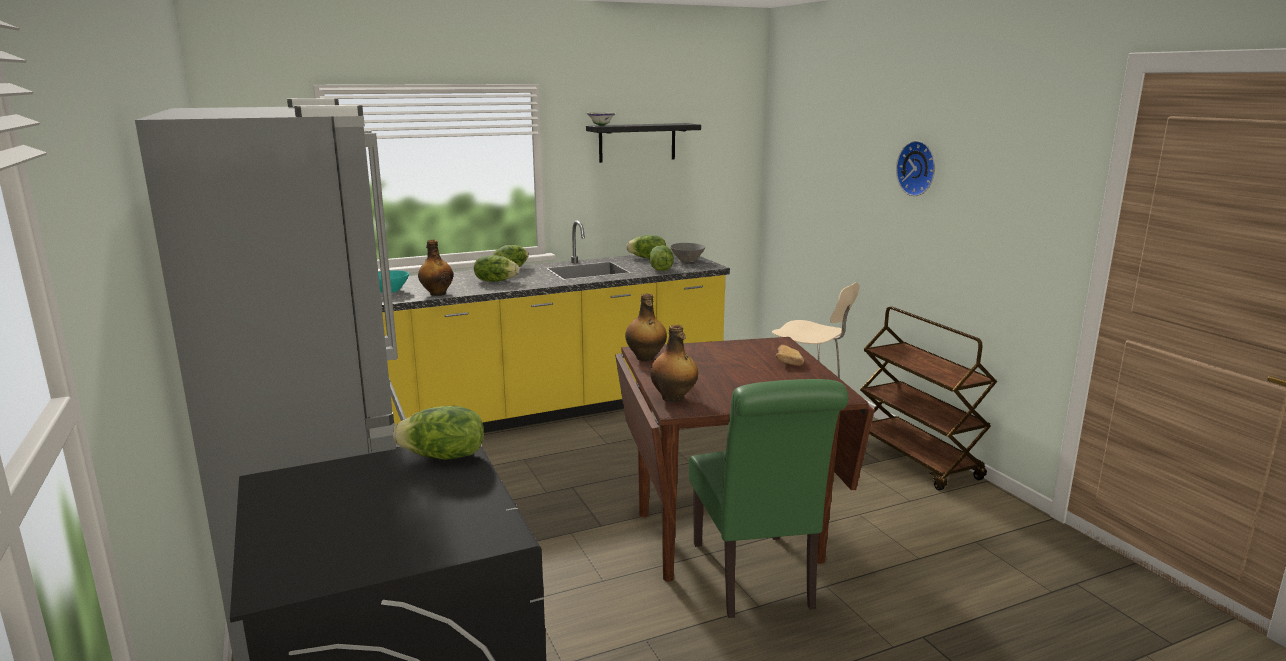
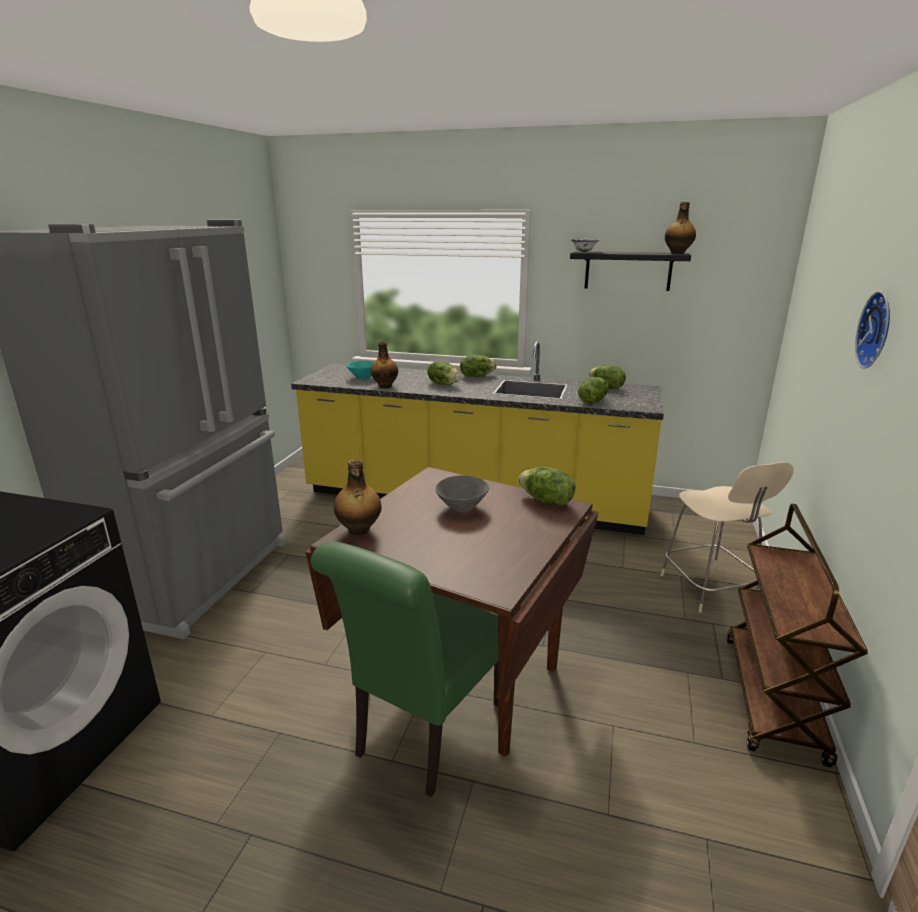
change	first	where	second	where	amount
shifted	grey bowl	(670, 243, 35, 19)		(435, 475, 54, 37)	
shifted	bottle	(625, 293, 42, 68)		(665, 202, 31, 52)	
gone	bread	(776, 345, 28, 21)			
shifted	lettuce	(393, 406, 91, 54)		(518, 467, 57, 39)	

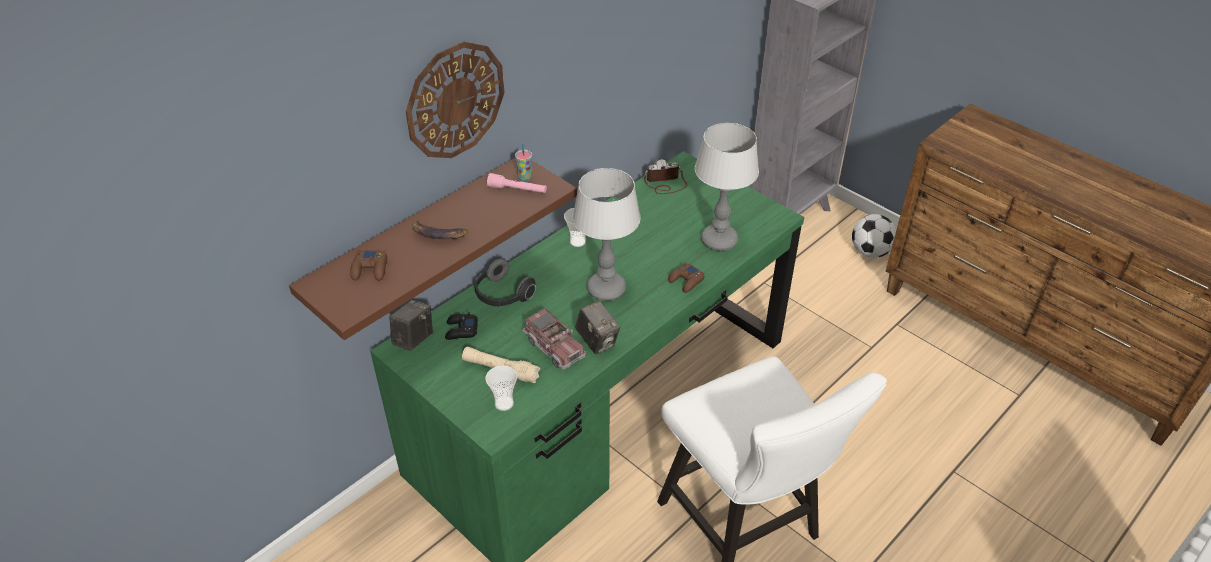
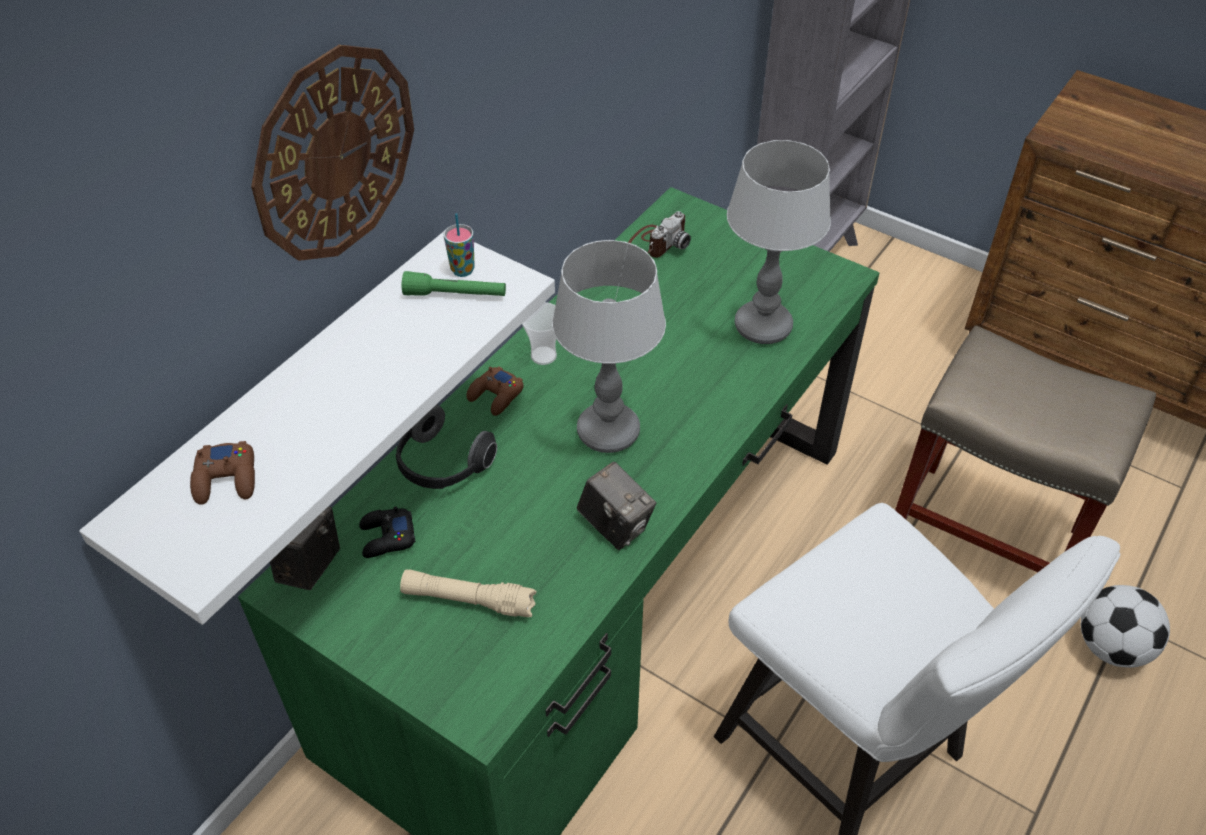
change	first	where	second	where	amount
repainted	brown shelf	(289, 158, 288, 182)	white shelf	(79, 231, 476, 394)	
rotated	photo camera	(644, 160, 44, 34)		(628, 211, 63, 47)	150 degrees clockwise
repainted	pink flashlight	(487, 173, 60, 20)	green flashlight	(402, 271, 104, 25)	
shifted	football	(852, 214, 44, 44)		(1081, 585, 89, 83)	
gone	banana	(412, 219, 56, 20)			
shifted	brown game controller	(668, 263, 37, 30)		(466, 366, 58, 50)	
gone	toy truck	(522, 308, 64, 61)			
gone	cup	(486, 365, 31, 46)			
new			beige stool	(895, 326, 261, 246)	

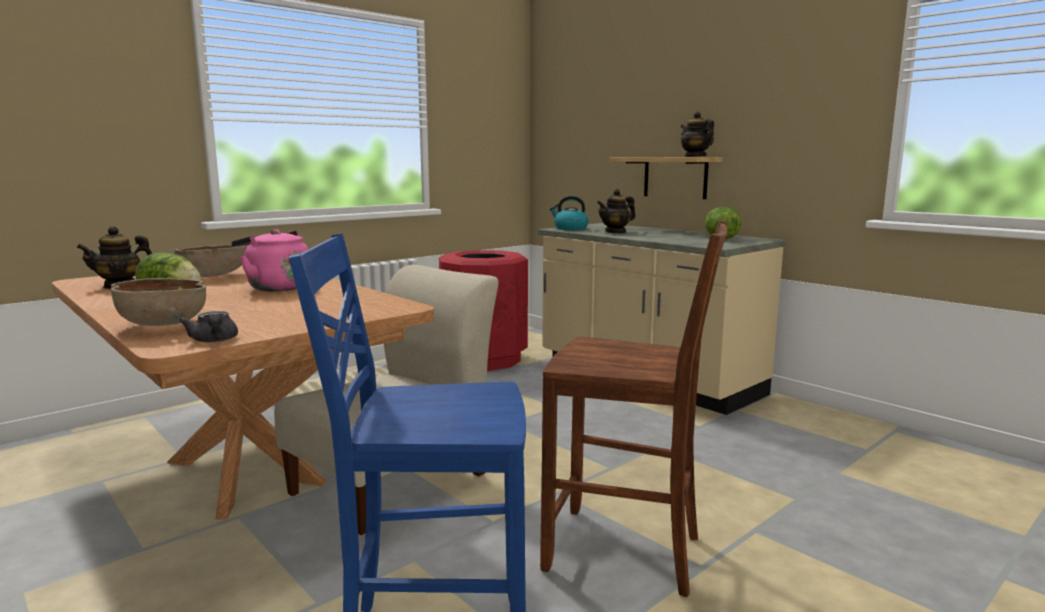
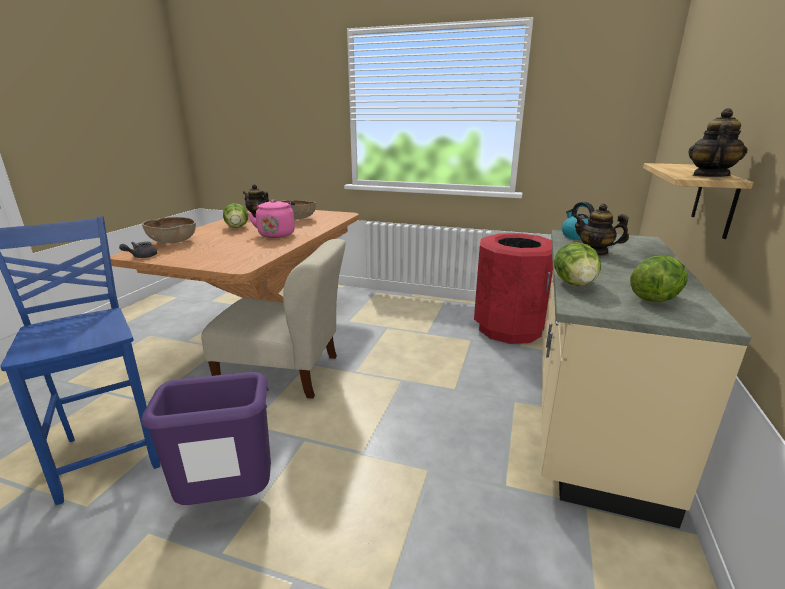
change	first	where	second	where	amount
swapped	brown chair	(540, 221, 187, 376)	purple trash can	(141, 372, 130, 133)	
new			lettuce	(554, 242, 47, 44)	

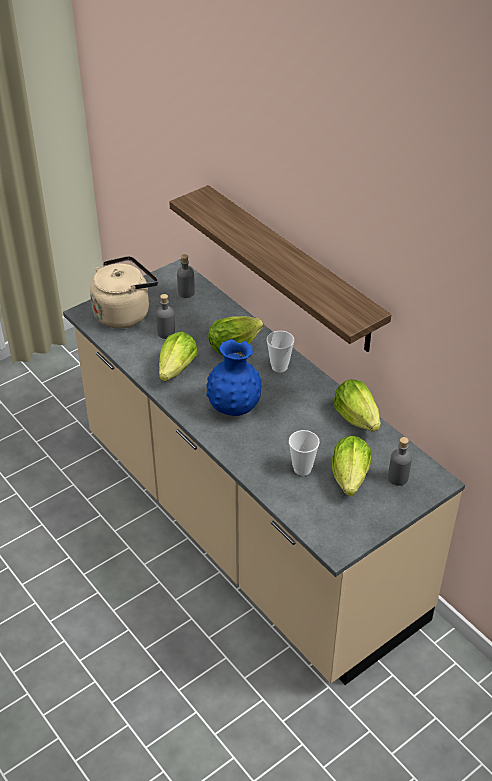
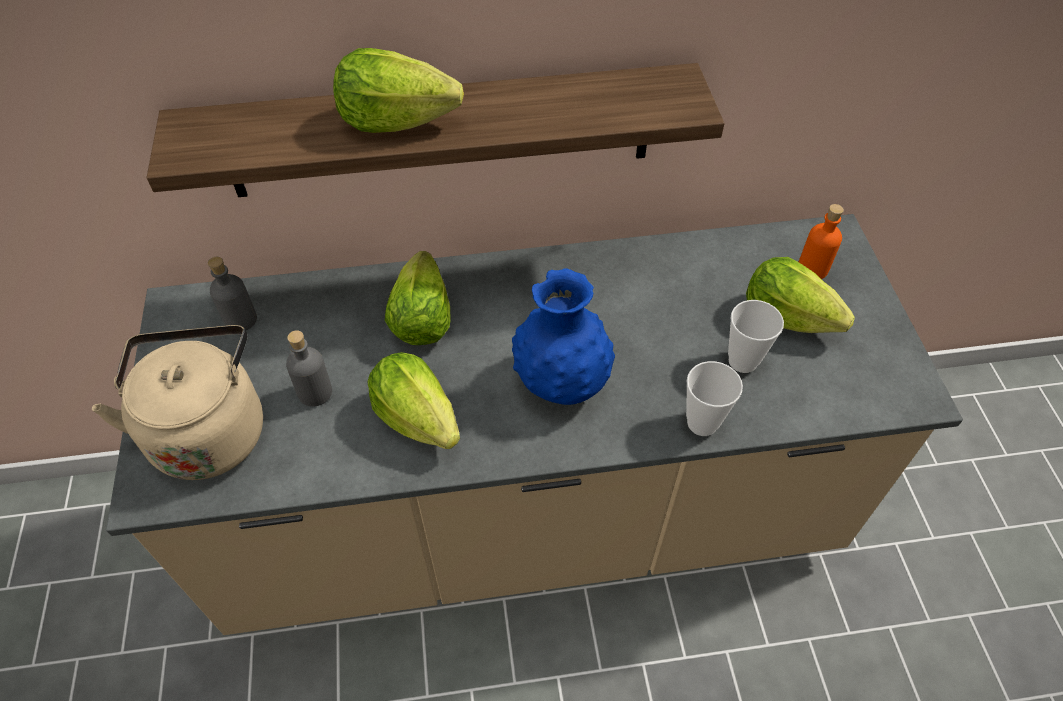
change	first	where	second	where	amount
shifted	cup	(267, 331, 27, 42)		(686, 361, 57, 75)	
shifted	lettuce	(334, 379, 47, 53)		(333, 48, 131, 85)	
repainted	grey bottle	(388, 437, 24, 49)	orange bottle	(799, 204, 45, 75)	

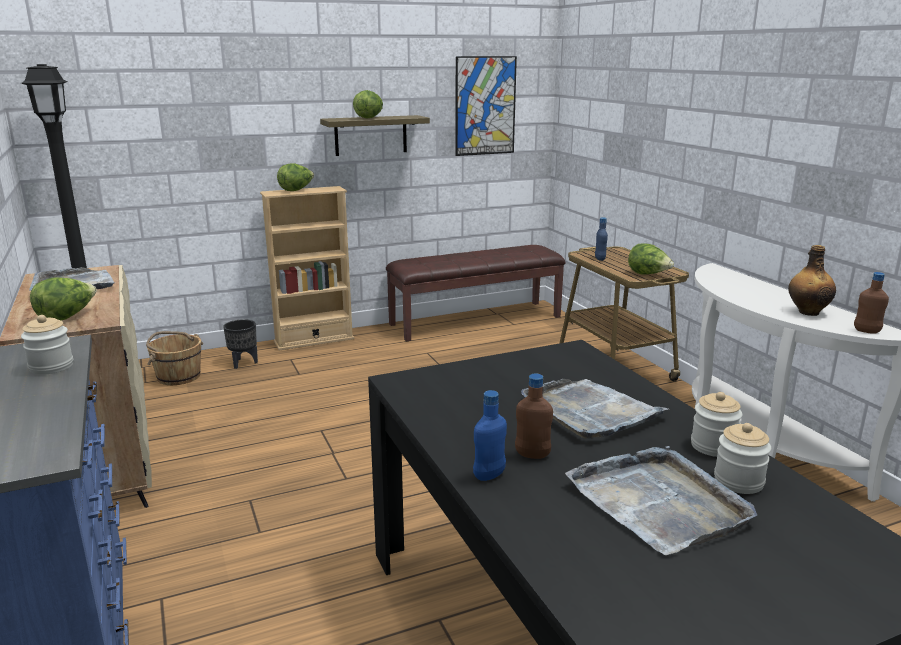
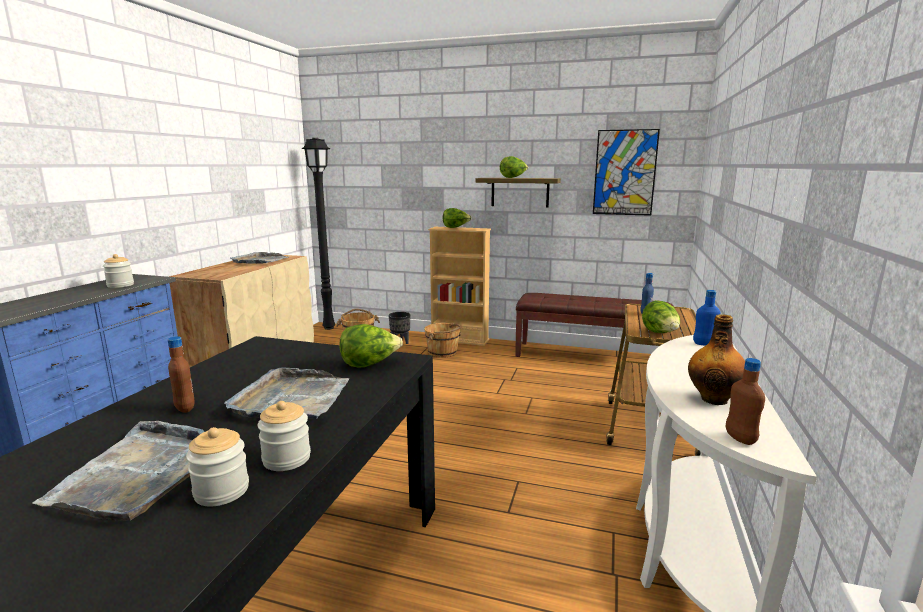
change	first	where	second	where	amount
shifted	lettuce	(30, 277, 67, 43)		(340, 324, 63, 44)	
shifted	blue bottle	(473, 390, 34, 91)		(693, 290, 28, 55)	
new			brown bucket	(424, 323, 37, 35)	

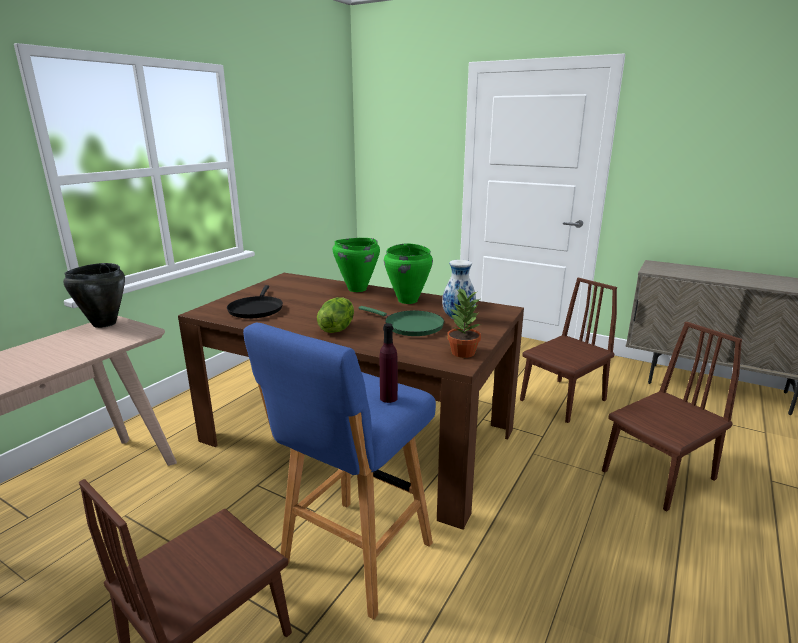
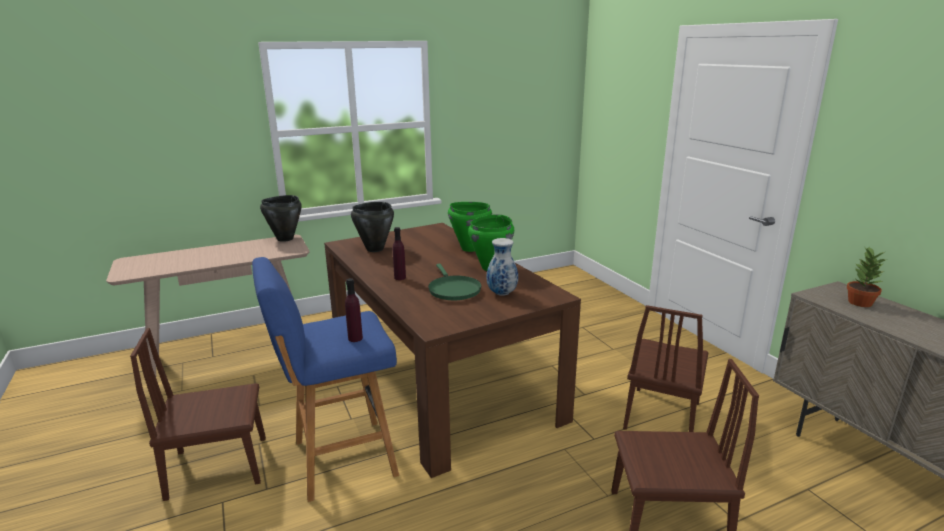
change	first	where	second	where	amount
rotated	brown chair	(520, 277, 97, 146)		(623, 305, 86, 127)	120 degrees clockwise
swapped	black frying pan	(227, 285, 56, 34)	black cooking pot	(351, 202, 43, 50)	
shifted	potted plant	(447, 288, 34, 70)		(847, 247, 41, 60)	
swapped	lettuce	(317, 297, 37, 36)	purple bottle	(393, 227, 13, 53)	

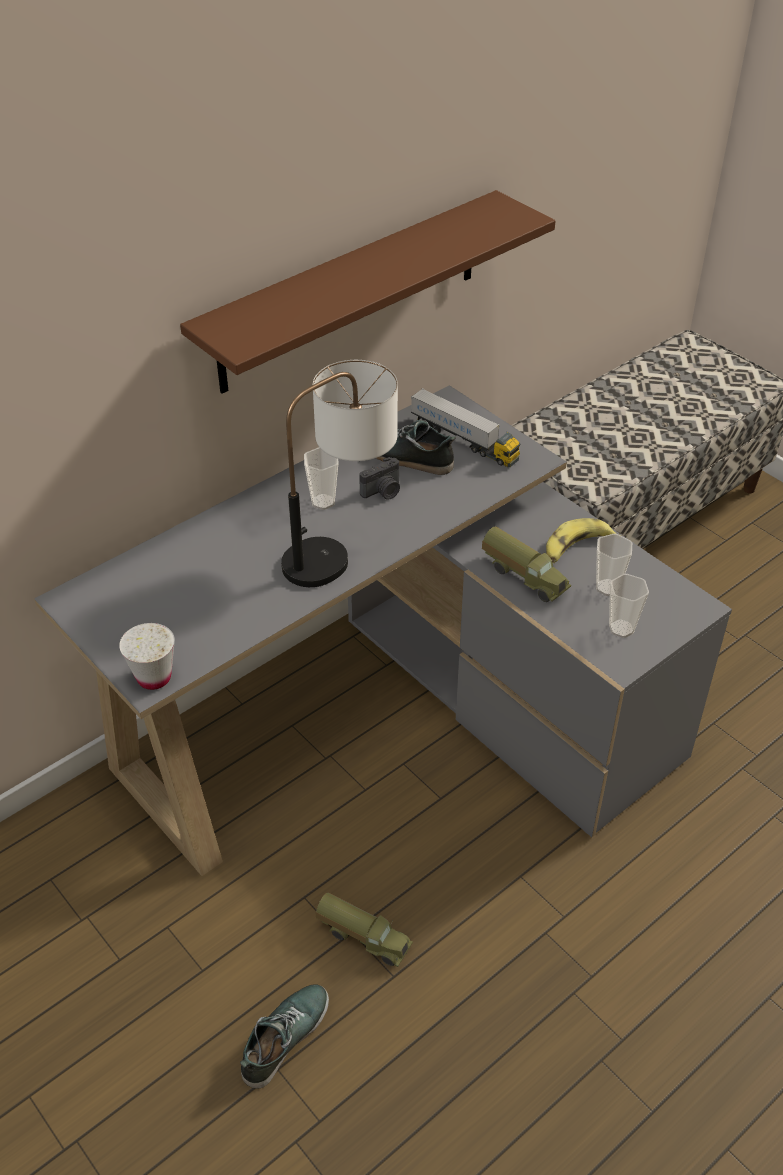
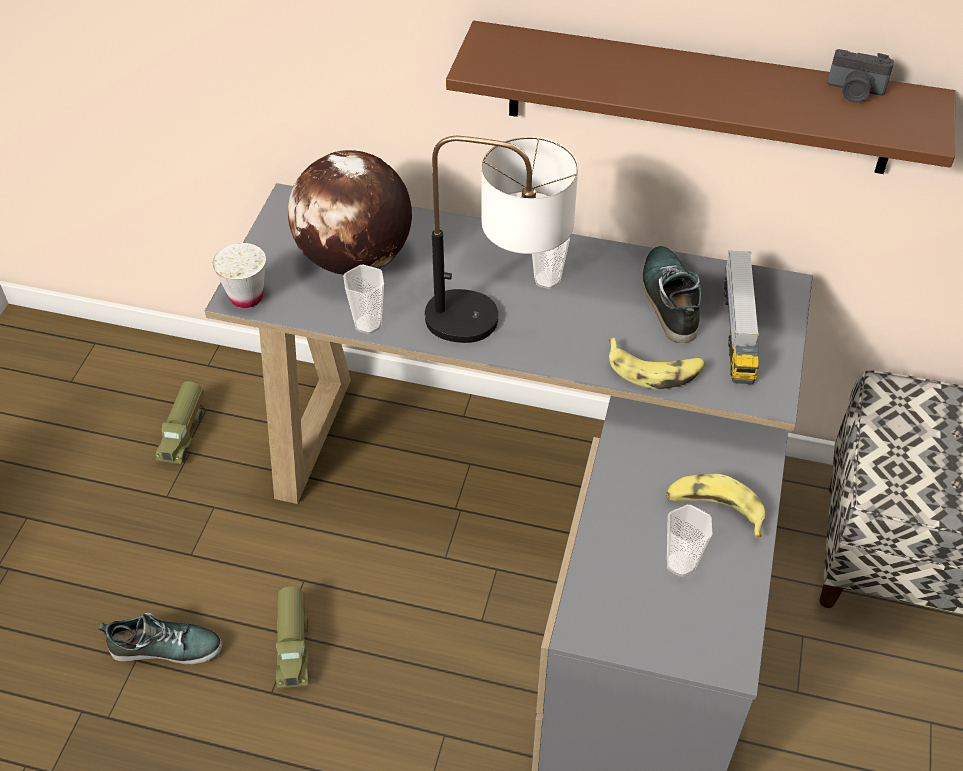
change	first	where	second	where	amount
shifted	photo camera	(359, 457, 41, 43)		(827, 49, 67, 53)	
shifted	toy truck	(482, 526, 89, 76)		(155, 381, 49, 83)	
shifted	cup	(609, 574, 40, 64)		(343, 265, 41, 69)	
new			globe	(288, 150, 124, 125)	
new			banana	(609, 337, 96, 53)	

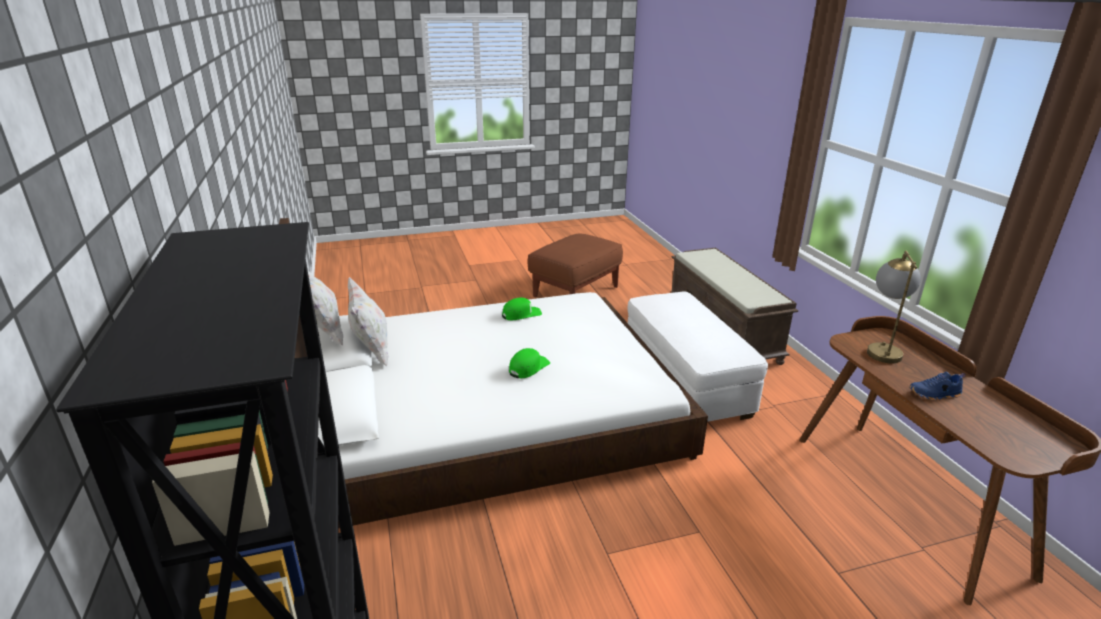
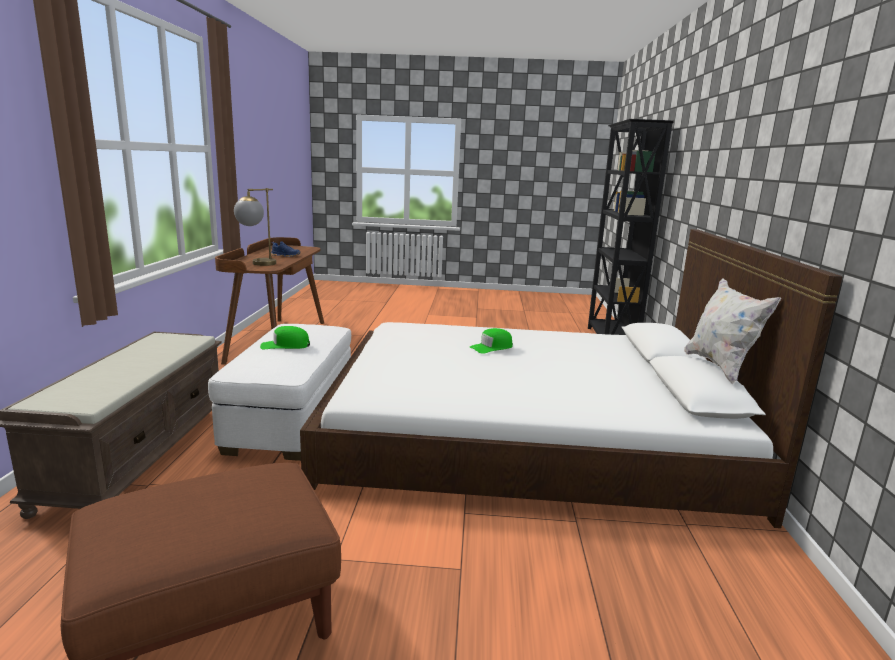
change	first	where	second	where	amount
gone	white pillow	(348, 278, 40, 88)			
shifted	green cap	(502, 297, 40, 23)		(260, 326, 50, 23)	

